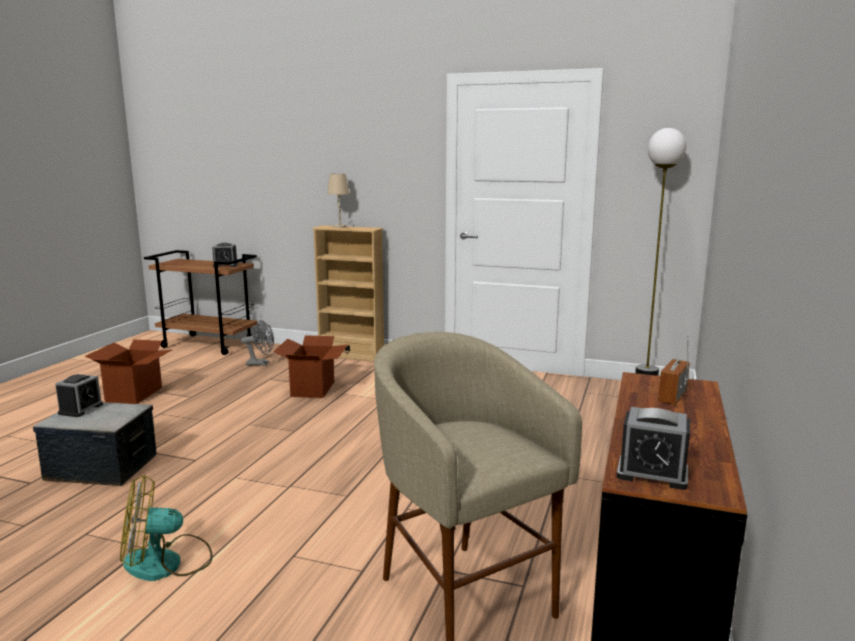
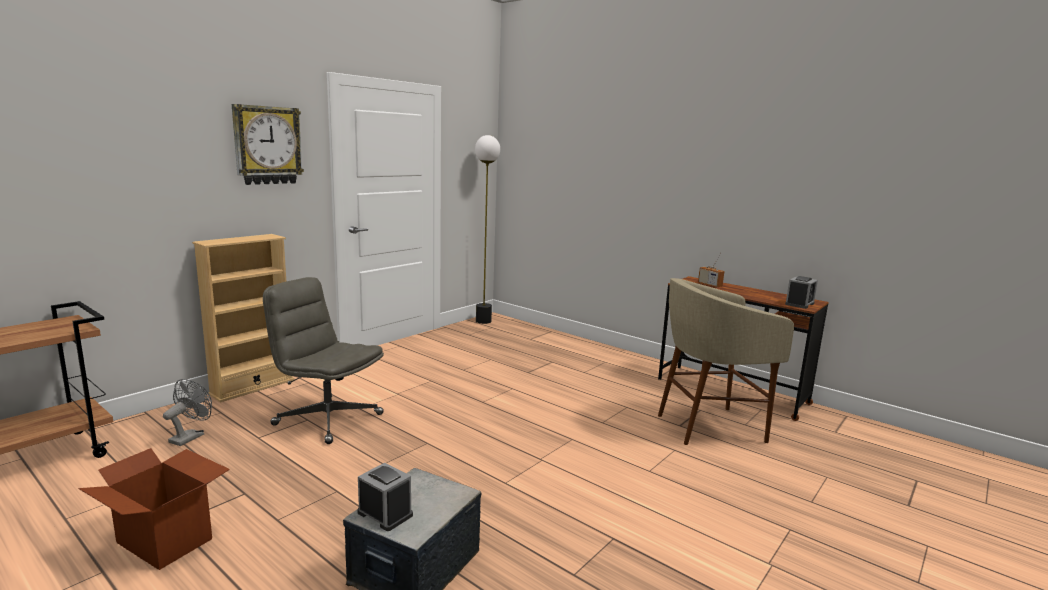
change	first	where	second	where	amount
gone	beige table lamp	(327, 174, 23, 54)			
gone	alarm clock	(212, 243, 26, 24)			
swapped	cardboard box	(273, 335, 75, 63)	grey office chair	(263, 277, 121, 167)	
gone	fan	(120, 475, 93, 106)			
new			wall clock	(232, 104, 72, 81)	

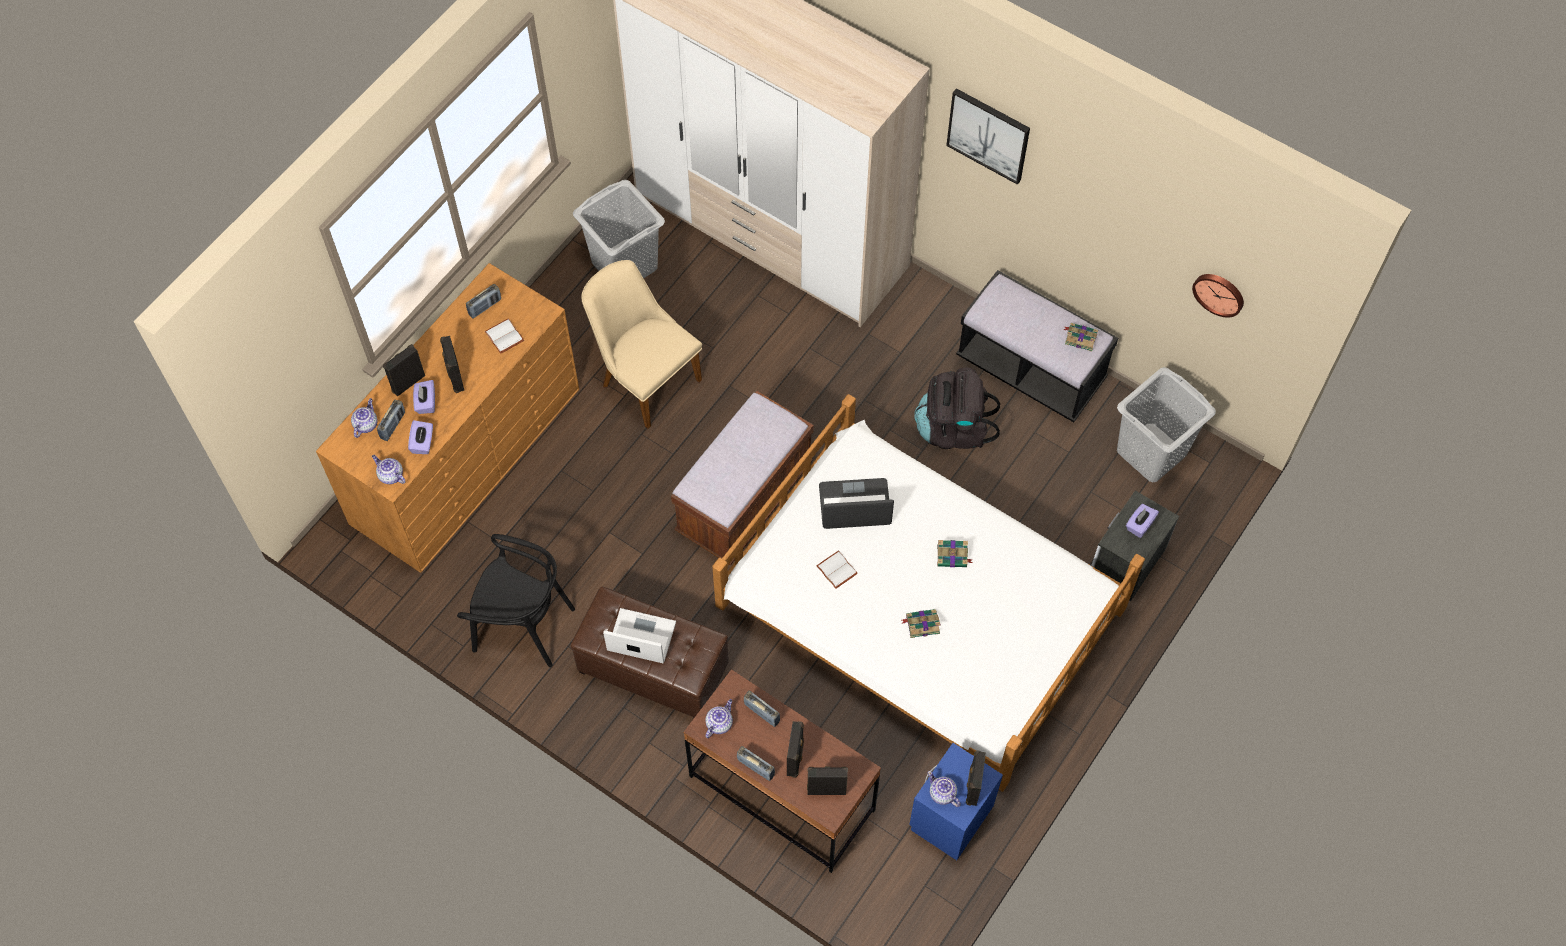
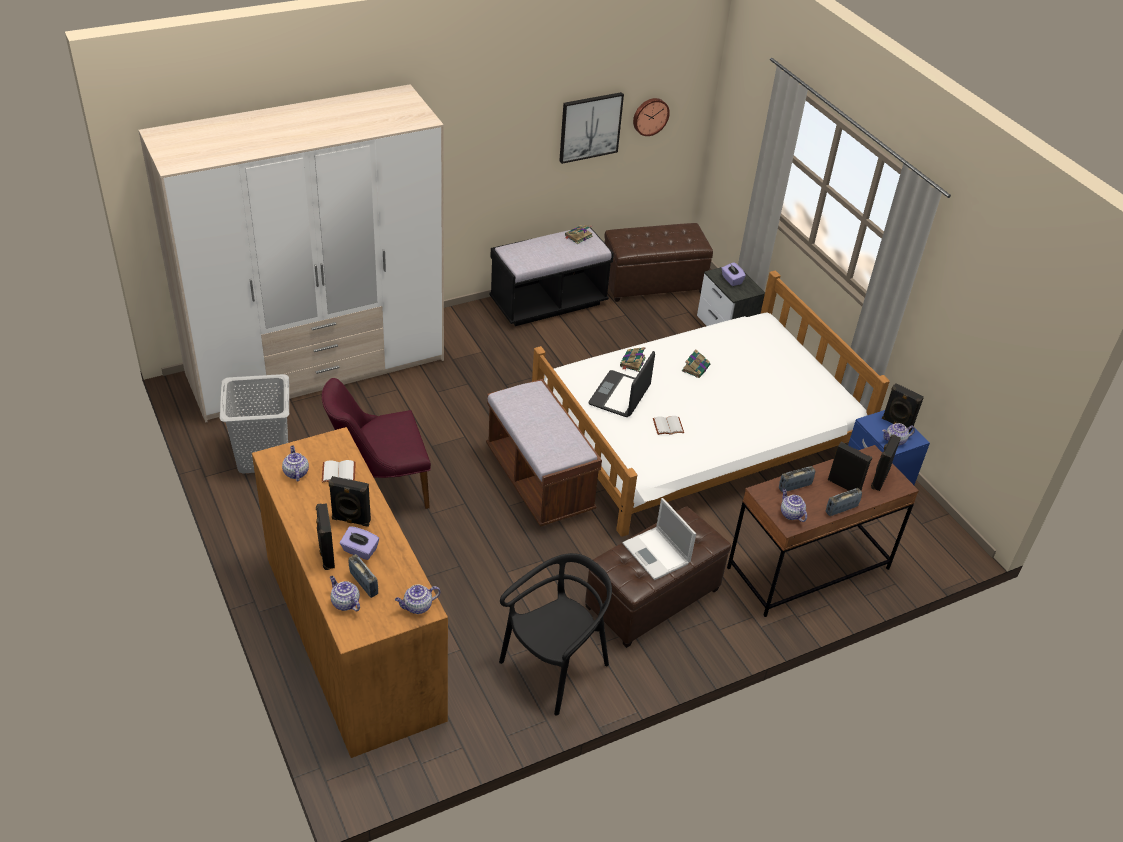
change	first	where	second	where	amount
shifted	picture	(946, 88, 84, 97)		(559, 92, 65, 72)	
repainted	beige chair	(581, 260, 121, 169)	purple chair	(322, 378, 109, 131)	
swapped	radio	(466, 284, 35, 35)	teapot	(282, 446, 27, 36)	
swapped	grey laundry basket	(1117, 367, 99, 115)	brown ottoman	(604, 223, 109, 79)	
gone	black backpack	(914, 368, 86, 81)			
gone	purple tissue box	(408, 420, 25, 34)			
rotated	laptop	(603, 608, 73, 55)		(622, 498, 74, 82)	75 degrees counterclockwise
shifted	book	(902, 609, 39, 29)		(620, 347, 26, 25)	

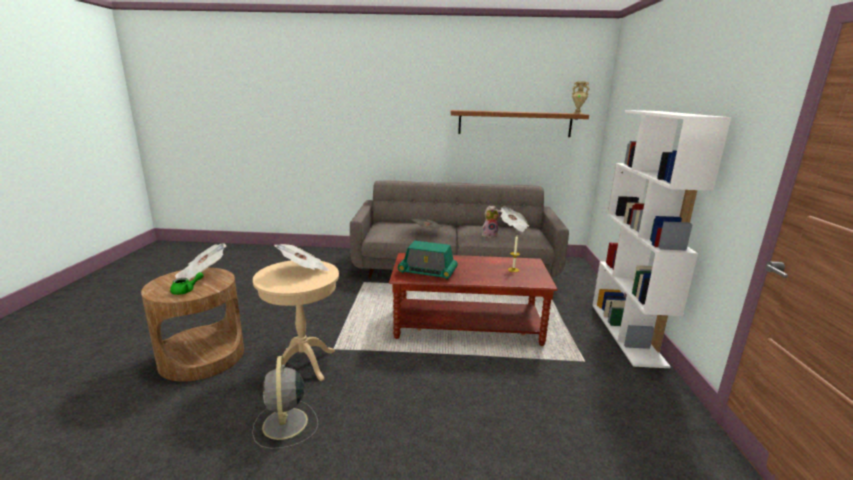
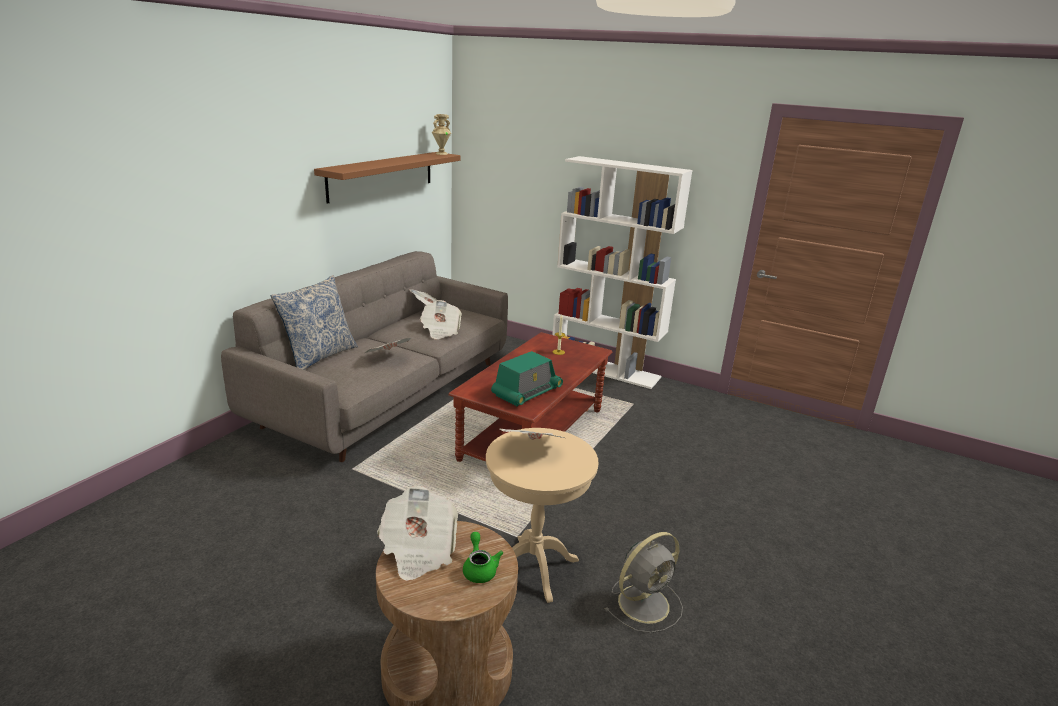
change	first	where	second	where	amount
swapped	plush toy	(482, 206, 20, 32)	newspaper	(420, 300, 42, 39)	
rotated	grey fan	(252, 356, 66, 93)		(605, 532, 78, 101)	45 degrees counterclockwise
new			pillow	(271, 275, 87, 95)	

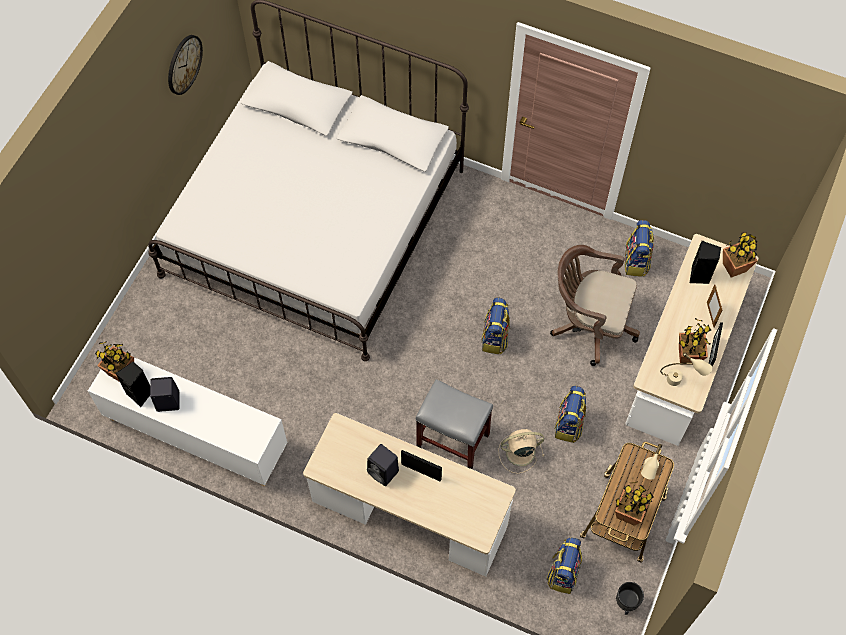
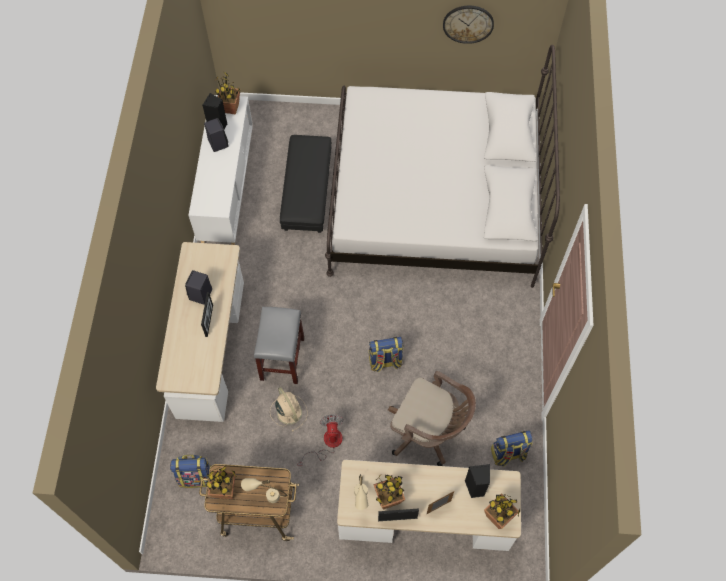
change	first	where	second	where	amount
rotated	brown office chair	(550, 245, 90, 121)		(388, 371, 88, 95)	120 degrees clockwise
swapped	backpack	(555, 386, 31, 57)	fan	(297, 414, 47, 52)	
gone	black planter	(616, 582, 28, 33)			
new			black ottoman	(280, 135, 52, 98)	

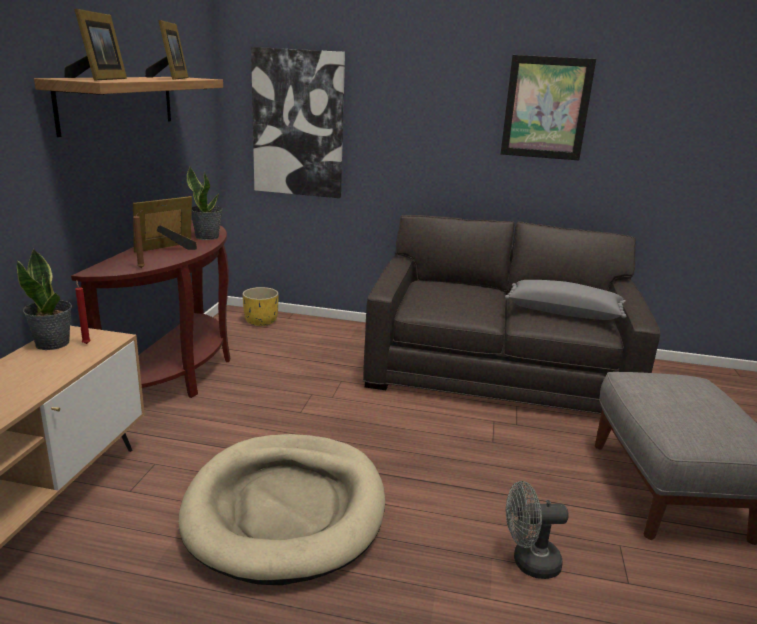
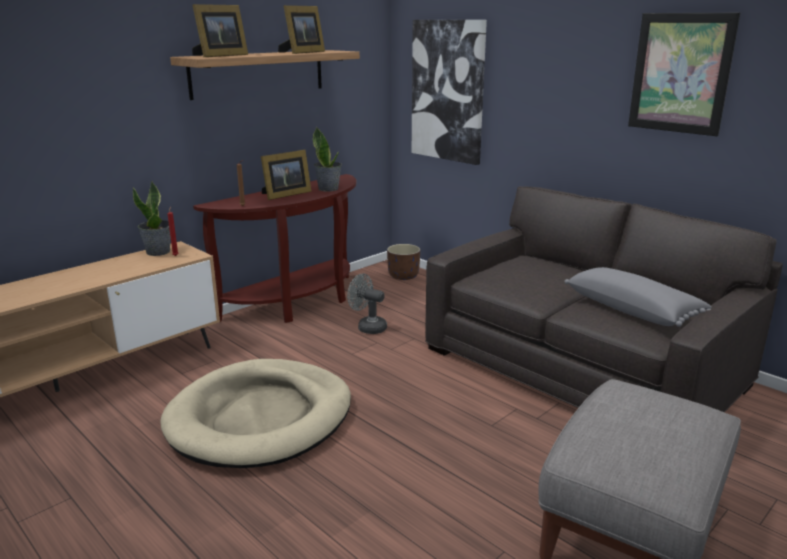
change	first	where	second	where	amount
rotated	picture frame	(133, 196, 64, 57)		(261, 150, 51, 50)	150 degrees clockwise
repainted	yellow planter	(242, 287, 37, 39)	brown planter	(387, 244, 33, 36)	
shifted	grey fan	(506, 481, 63, 98)		(347, 274, 40, 60)	

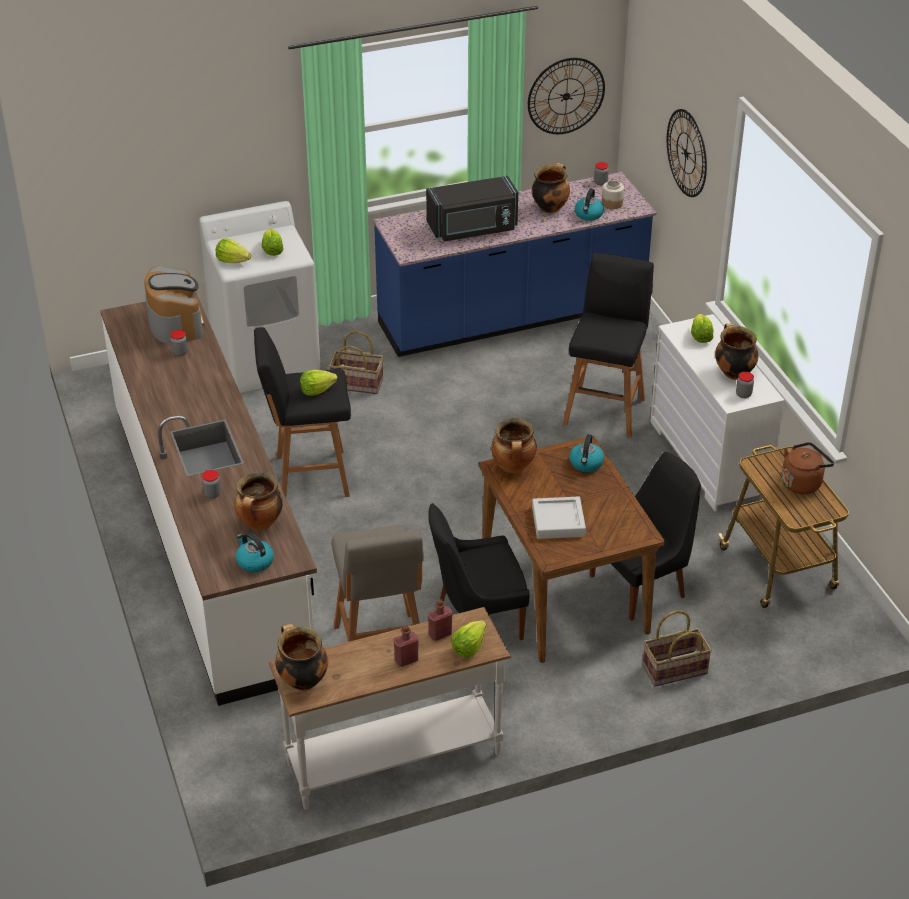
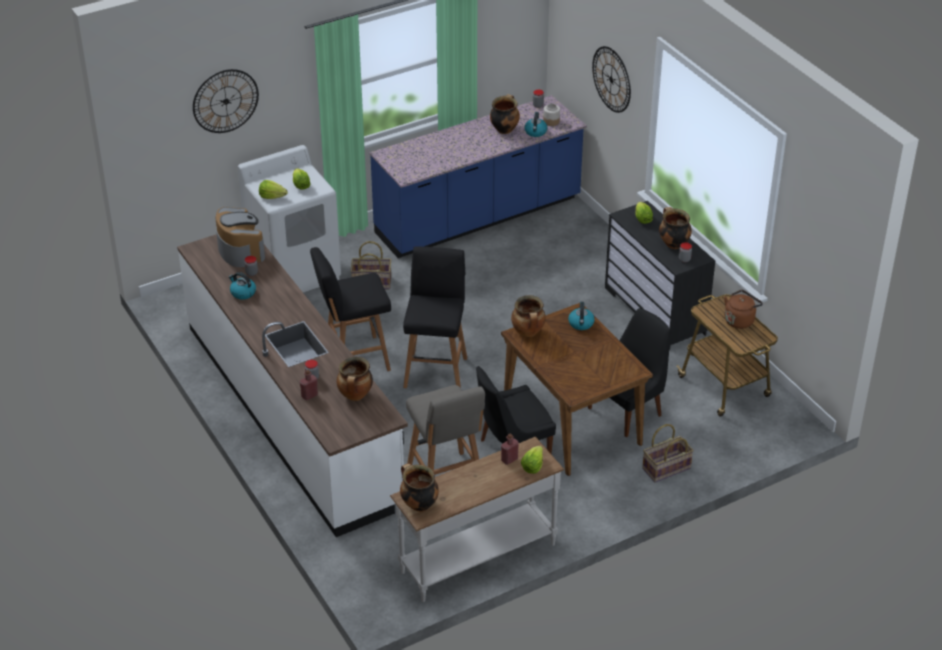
change	first	where	second	where	amount
shifted	wall clock	(528, 58, 77, 76)		(193, 69, 66, 64)	
gone	black microwave	(426, 176, 92, 65)			
shifted	black stool	(563, 253, 91, 185)		(403, 246, 64, 142)	
repainted	white dresser	(650, 314, 135, 198)	black dresser	(605, 201, 110, 149)	
gone	lettuce	(300, 370, 38, 26)			
gone	grey tray	(532, 496, 54, 43)			
shifted	kettle	(236, 532, 38, 41)		(229, 272, 27, 28)	
shifted	red bottle	(394, 625, 25, 42)		(300, 370, 18, 30)	

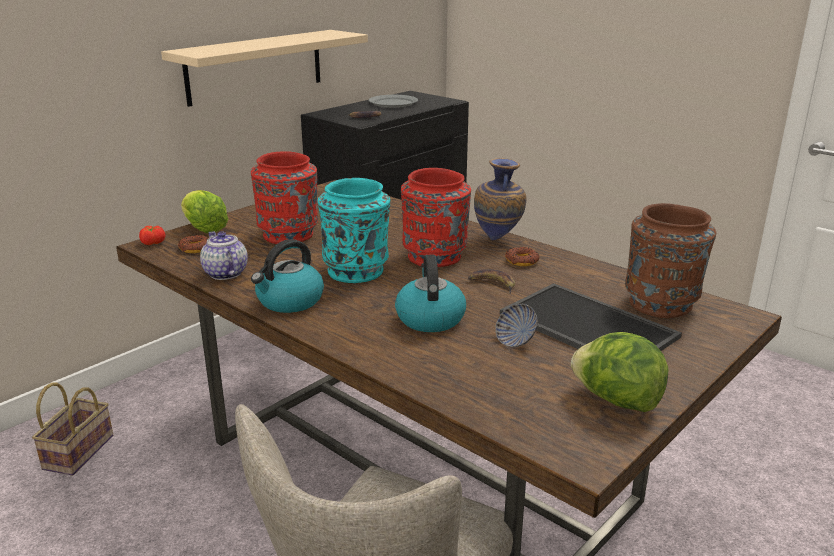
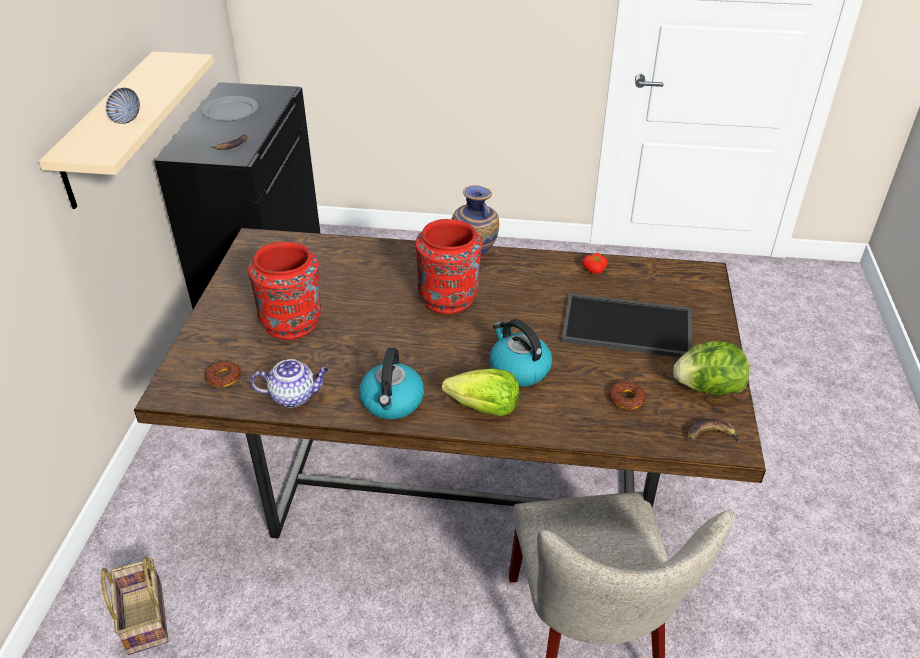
change	first	where	second	where	amount
gone	turquoise vase	(317, 178, 73, 105)			
shifted	lettuce	(181, 190, 48, 43)		(442, 369, 77, 48)	
gone	brown vase	(625, 203, 91, 115)			
shifted	tomato	(139, 226, 26, 19)		(582, 253, 25, 21)	
rotated	teapot	(200, 231, 48, 49)		(251, 359, 78, 48)	150 degrees clockwise
shifted	donut	(505, 247, 35, 19)		(609, 381, 37, 29)	
shifted	banana	(468, 269, 47, 25)		(688, 419, 52, 24)	
shifted	bowl	(495, 304, 43, 43)		(106, 87, 34, 37)	

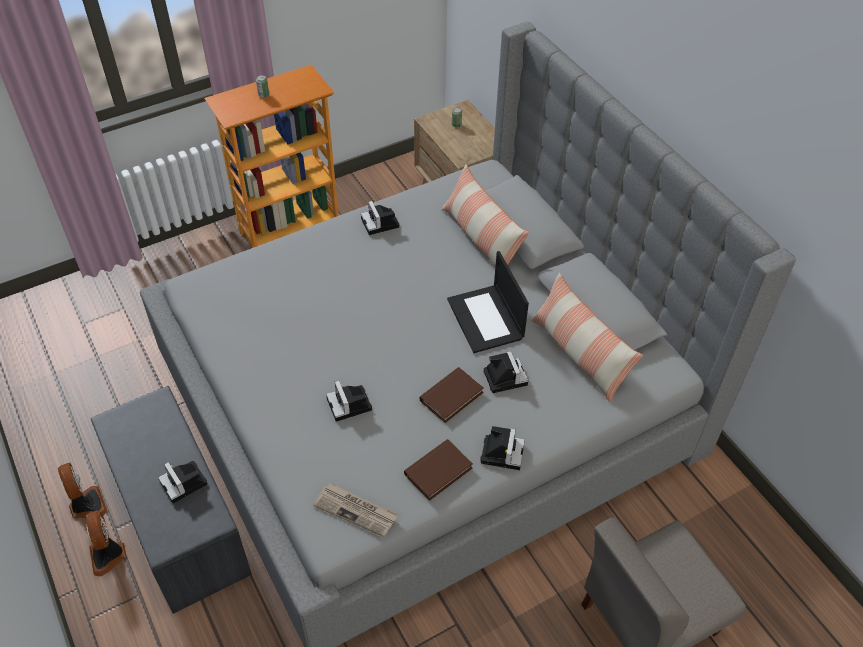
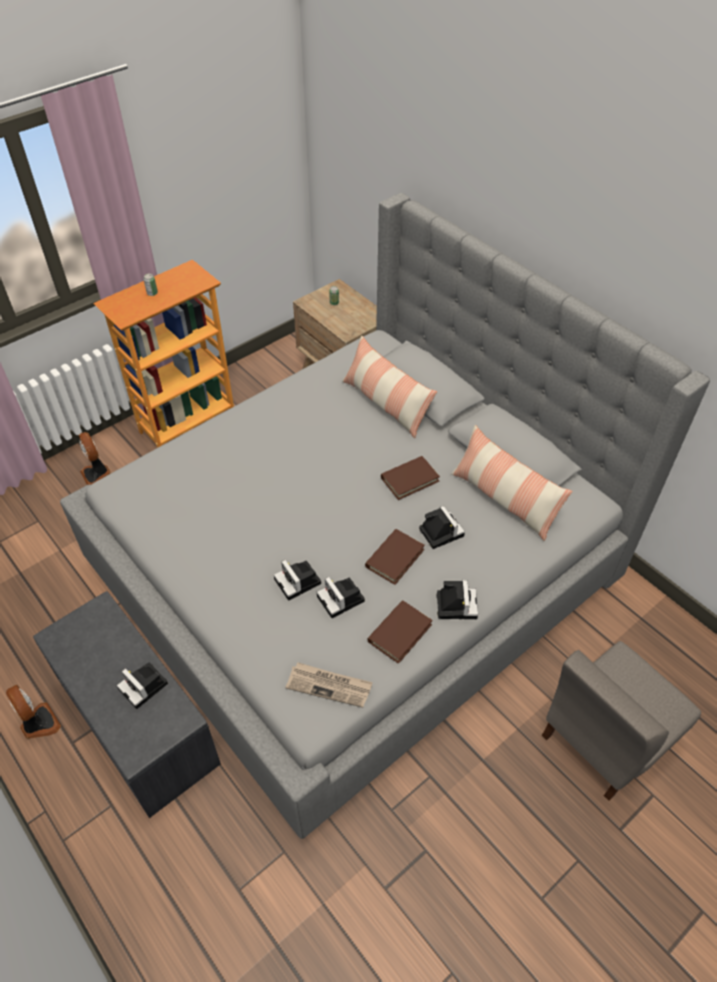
change	first	where	second	where	amount
shifted	photo camera	(361, 201, 38, 34)		(317, 577, 48, 41)	
swapped	laptop	(447, 251, 82, 102)	brown book	(381, 456, 59, 44)	
shifted	fan	(86, 511, 40, 66)		(78, 432, 33, 53)	

